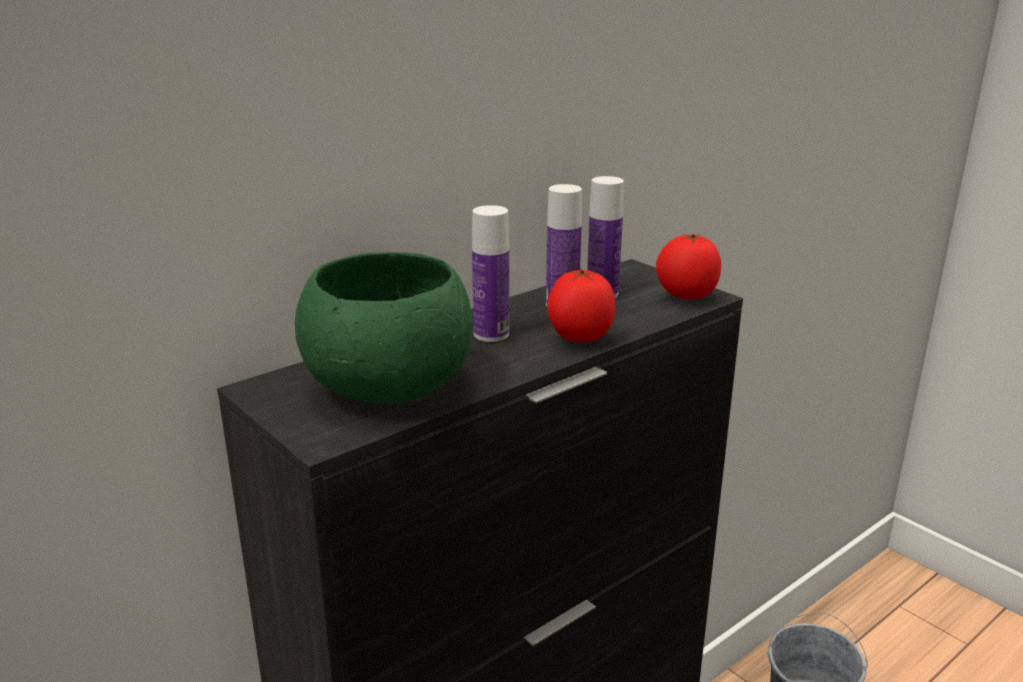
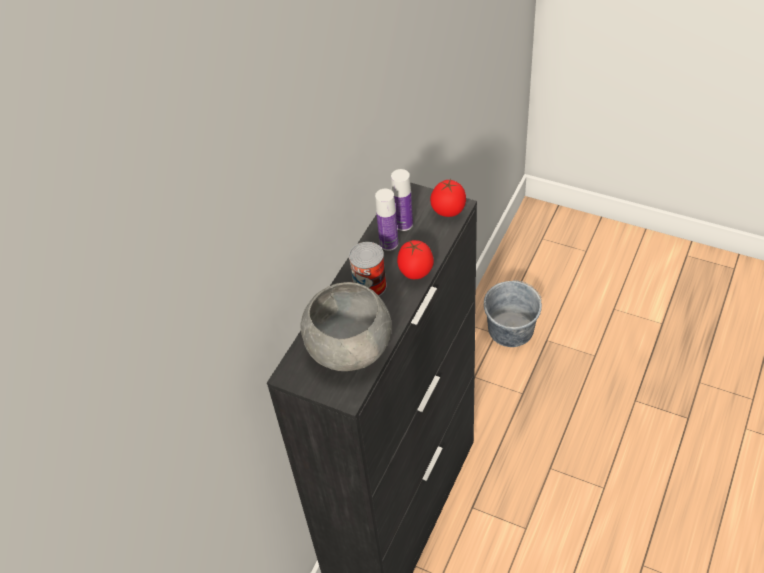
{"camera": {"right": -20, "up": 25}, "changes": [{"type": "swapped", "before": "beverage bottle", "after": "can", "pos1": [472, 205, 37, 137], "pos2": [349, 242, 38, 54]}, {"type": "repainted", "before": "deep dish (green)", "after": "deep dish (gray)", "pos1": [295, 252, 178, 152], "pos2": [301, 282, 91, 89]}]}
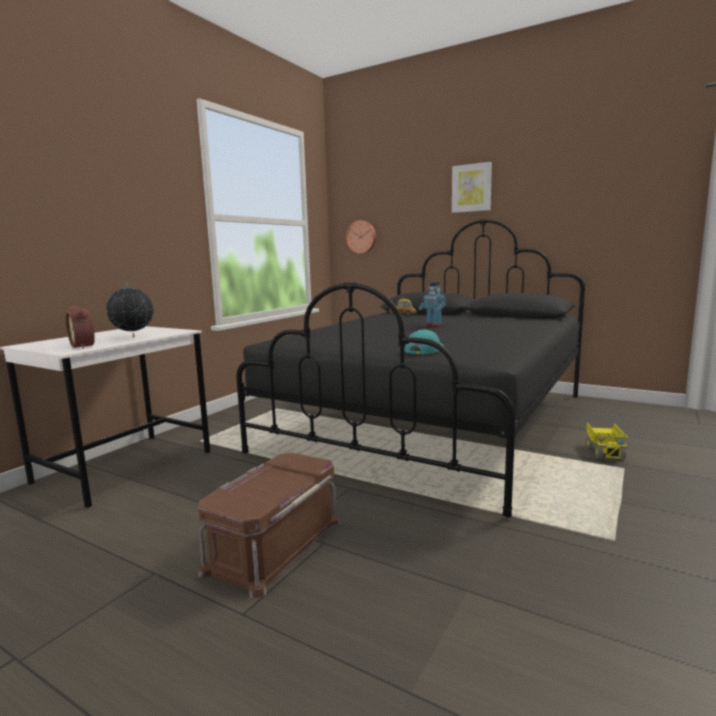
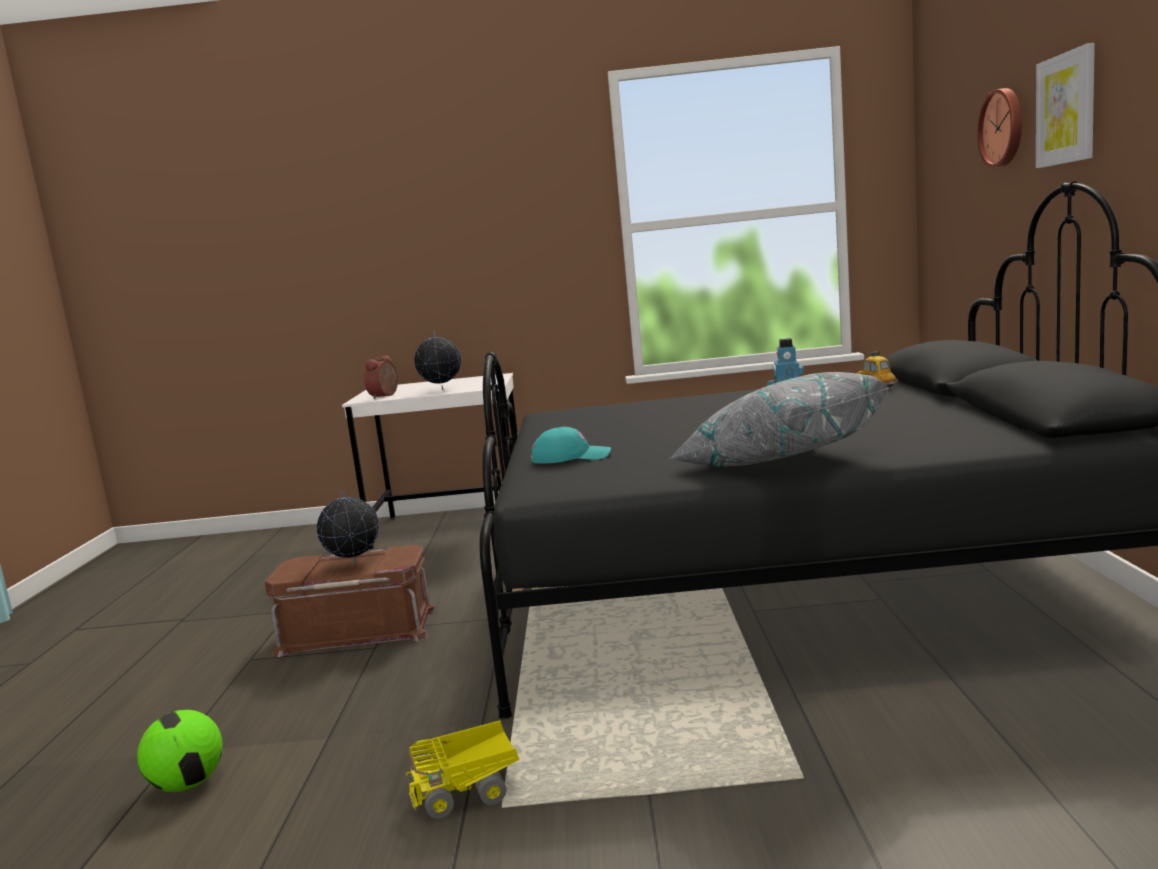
{"camera": {"right": 60, "up": 0}, "changes": [{"type": "shifted", "before": "wall clock", "pos1": [346, 220, 30, 34], "pos2": [977, 88, 45, 80]}, {"type": "shifted", "before": "toy lorry", "pos1": [586, 423, 42, 36], "pos2": [406, 720, 113, 99]}, {"type": "new", "after": "pillow (gray)", "pos2": [669, 372, 221, 94]}, {"type": "new", "after": "globe", "pos2": [316, 490, 63, 74]}, {"type": "new", "after": "football ball", "pos2": [137, 710, 85, 82]}]}
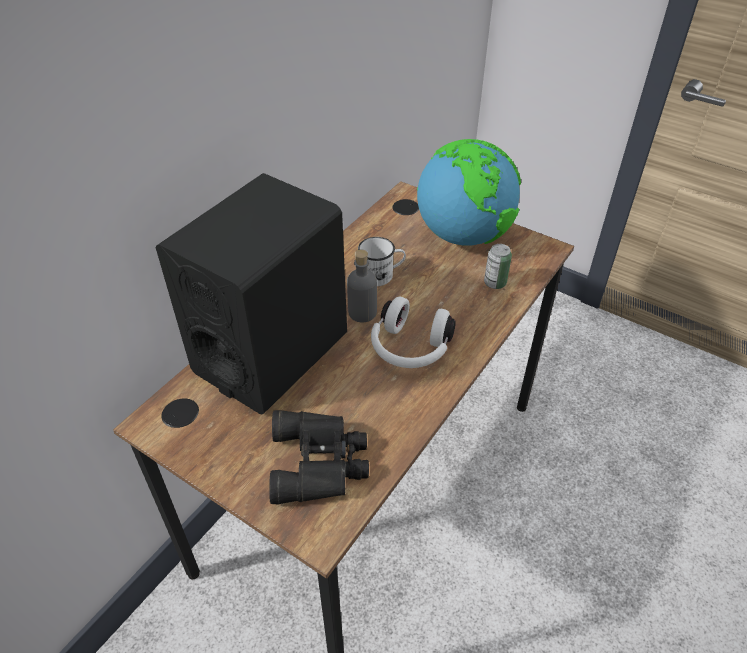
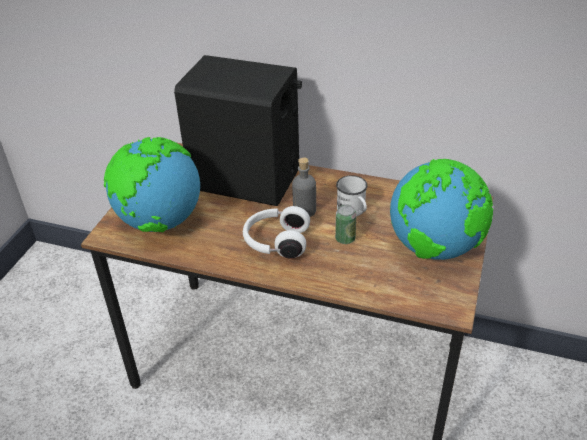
{"camera": {"right": 75, "up": -5}, "changes": [{"type": "shifted", "before": "can", "pos1": [484, 244, 28, 45], "pos2": [335, 204, 22, 40]}, {"type": "swapped", "before": "pair of binoculars (black)", "after": "globe", "pos1": [269, 410, 100, 94], "pos2": [104, 137, 96, 95]}]}
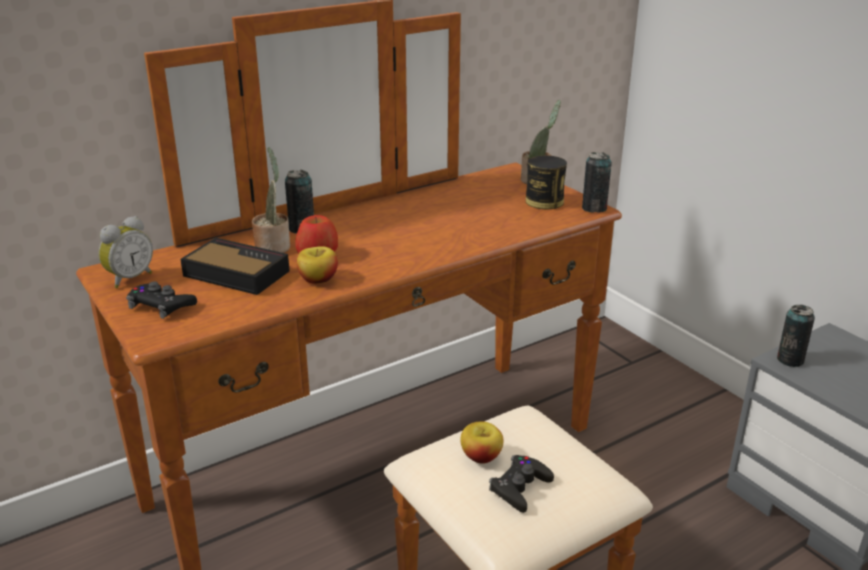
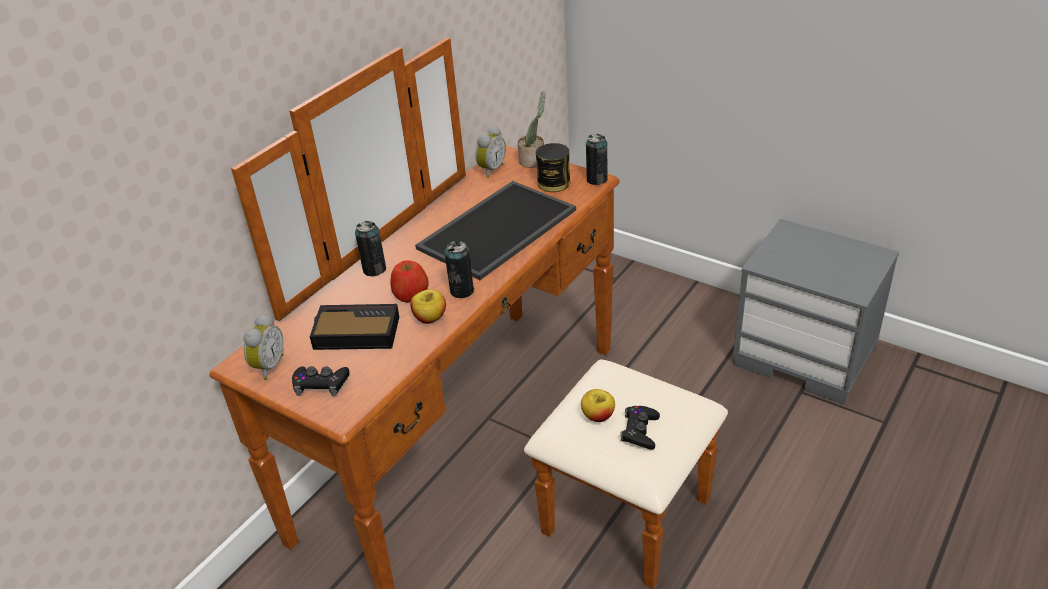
{"camera": {"right": -20, "up": 10}, "changes": [{"type": "gone", "before": "houseplant", "pos1": [252, 147, 38, 106]}, {"type": "shifted", "before": "can", "pos1": [777, 305, 38, 62], "pos2": [445, 241, 29, 57]}, {"type": "new", "after": "alarm clock", "pos2": [475, 126, 31, 52]}, {"type": "new", "after": "carrying tray", "pos2": [415, 181, 161, 99]}]}
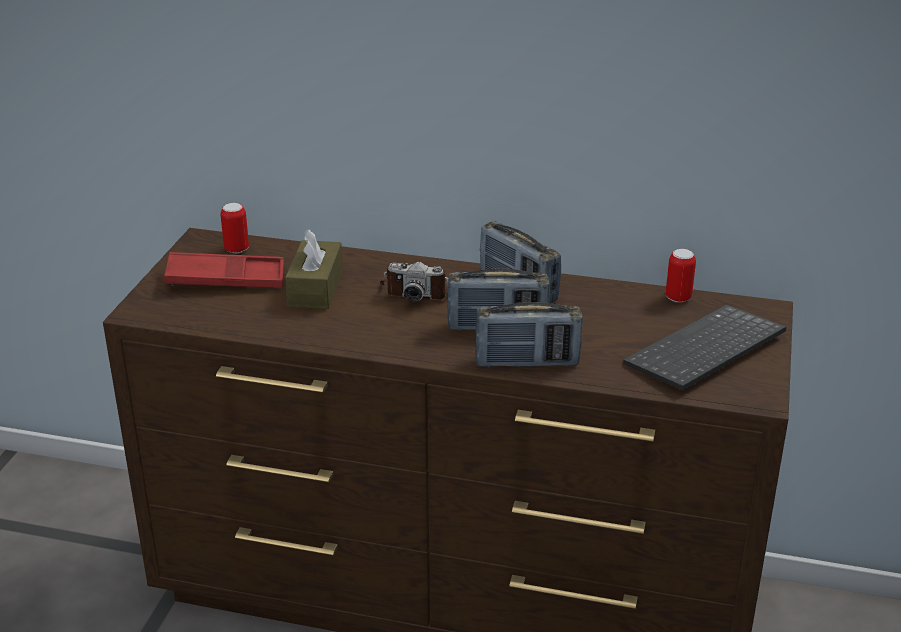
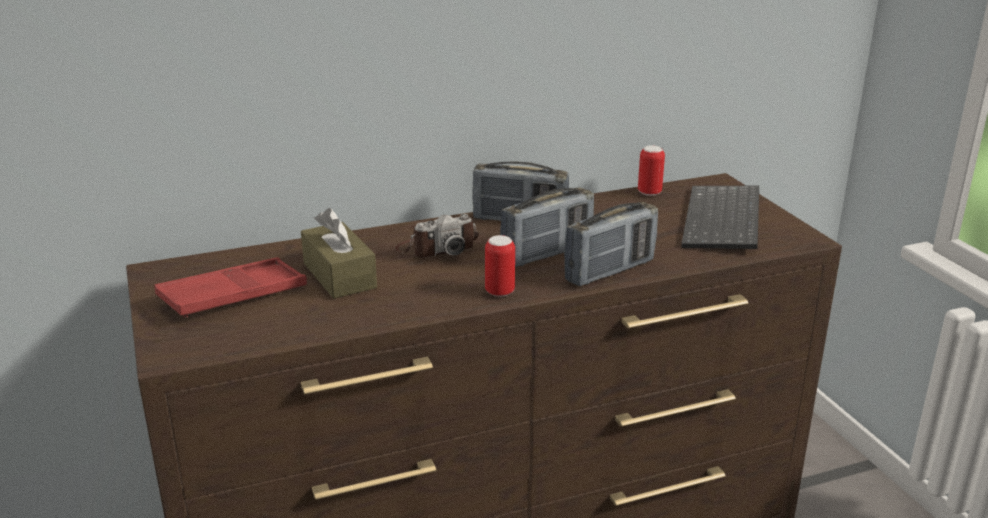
{"camera": {"right": -35, "up": -5}, "changes": [{"type": "shifted", "before": "can", "pos1": [220, 203, 29, 50], "pos2": [485, 235, 30, 62]}]}
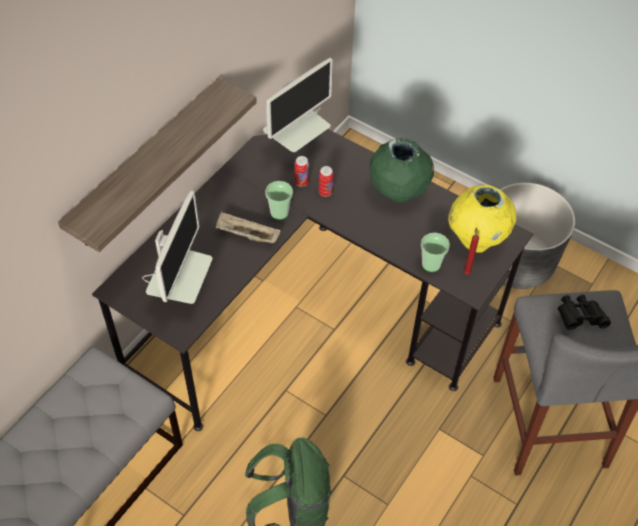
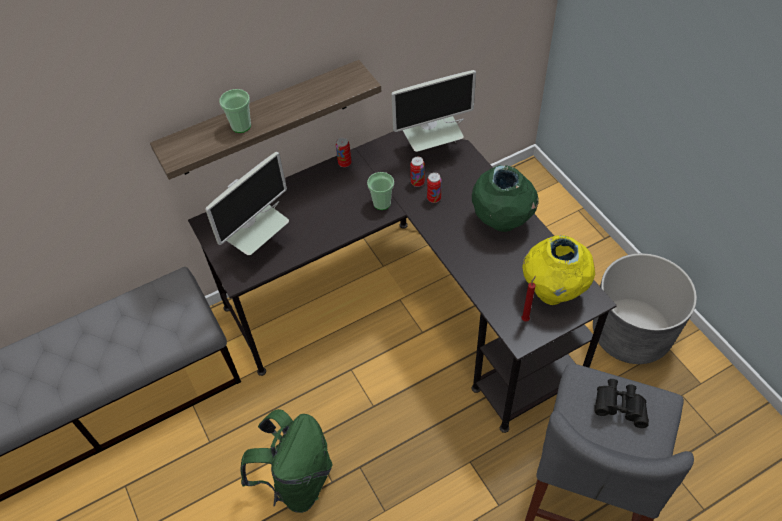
{"camera": {"right": 30, "up": 0}, "changes": [{"type": "gone", "before": "carrying tray (beige)", "pos1": [216, 212, 65, 31]}, {"type": "shifted", "before": "cup", "pos1": [421, 232, 29, 40], "pos2": [219, 89, 32, 44]}, {"type": "new", "after": "can", "pos2": [336, 137, 16, 30]}]}
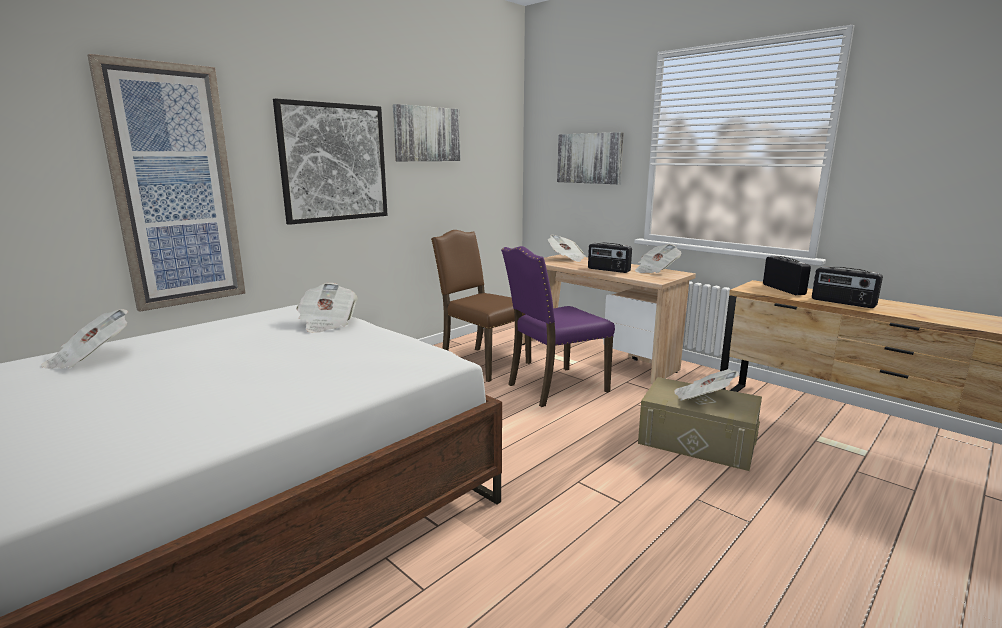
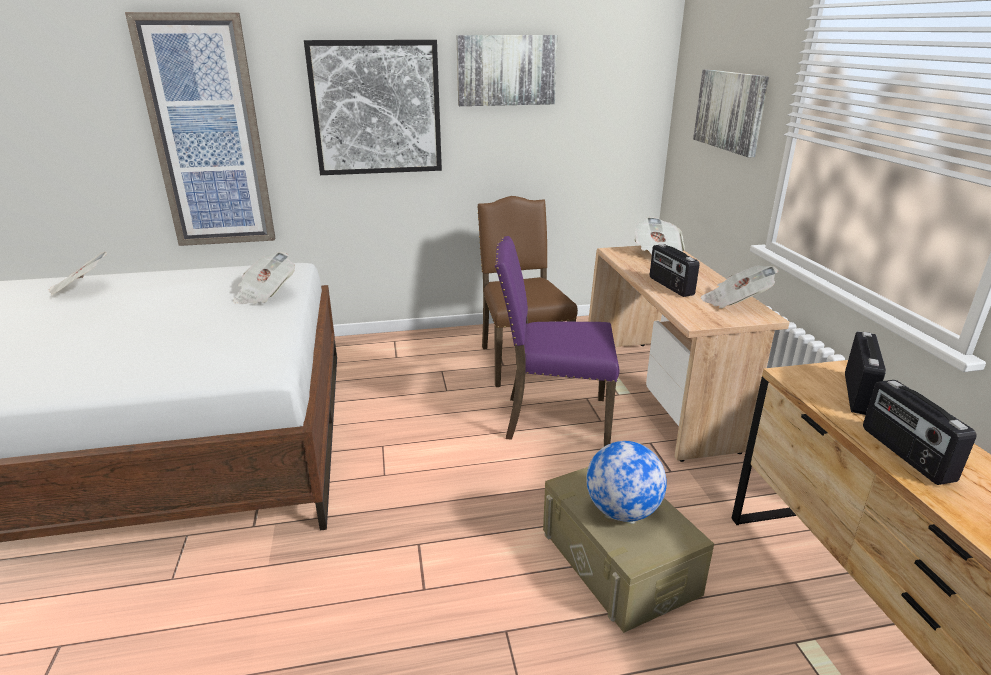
{"camera": {"right": 35, "up": 10}, "changes": [{"type": "swapped", "before": "daily paper", "after": "globe", "pos1": [674, 369, 65, 32], "pos2": [586, 441, 81, 81]}]}
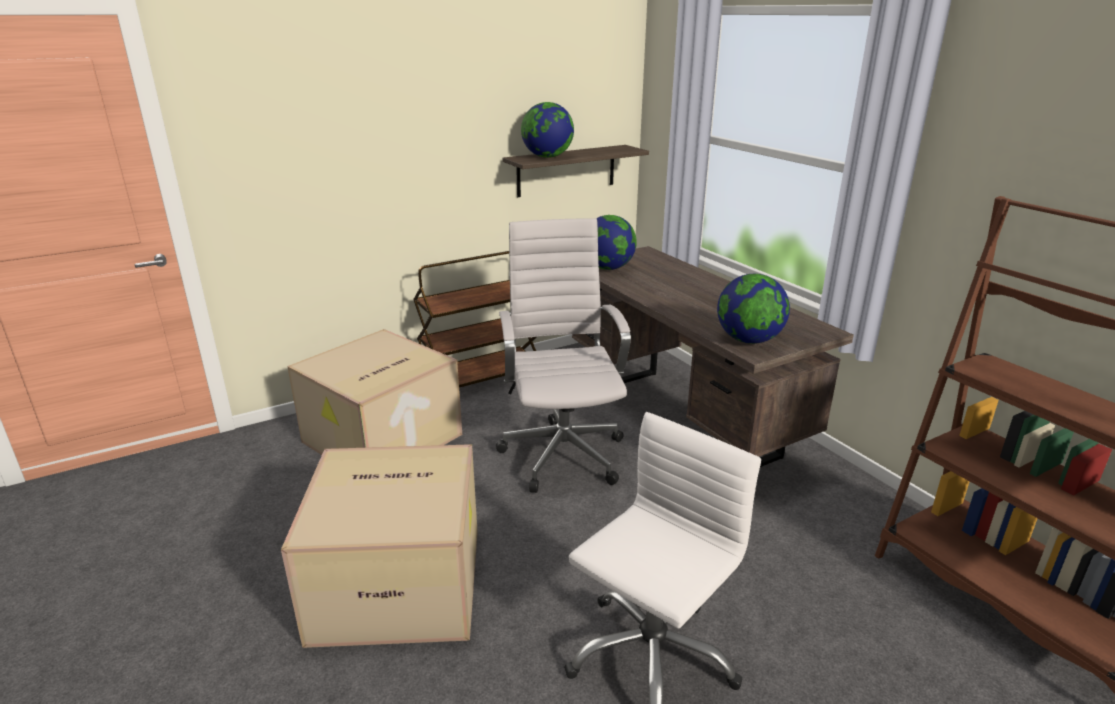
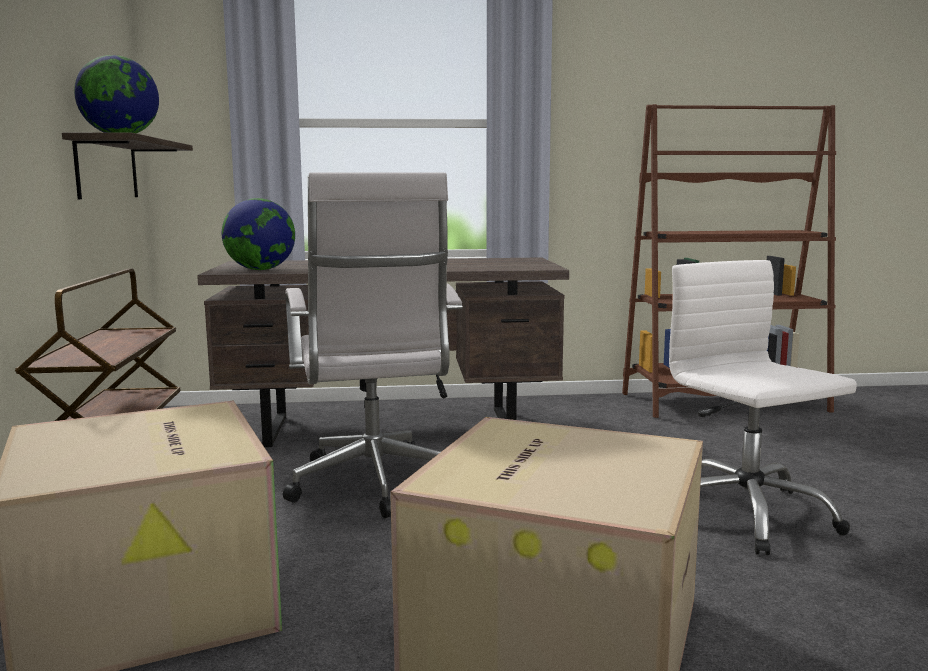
{"camera": {"right": -65, "up": -15}, "changes": [{"type": "rotated", "before": "office chair (white-coloured)", "pos1": [496, 218, 135, 275], "pos2": [283, 172, 180, 346], "turn": -120}, {"type": "gone", "before": "globe", "pos1": [717, 274, 73, 70]}]}
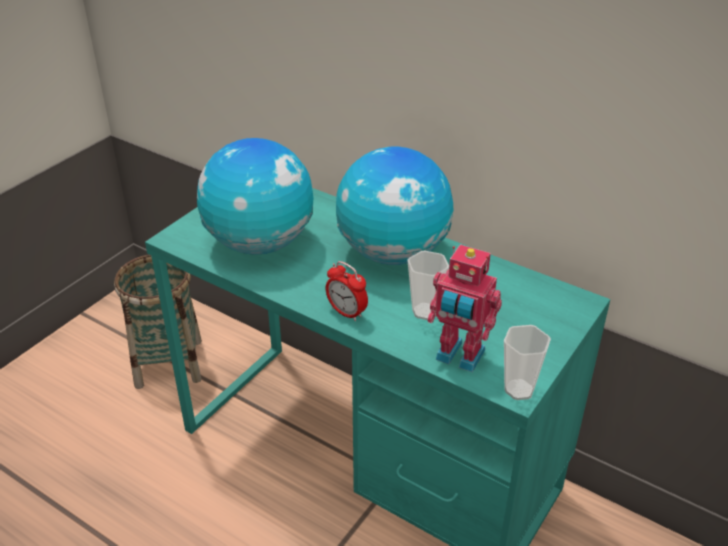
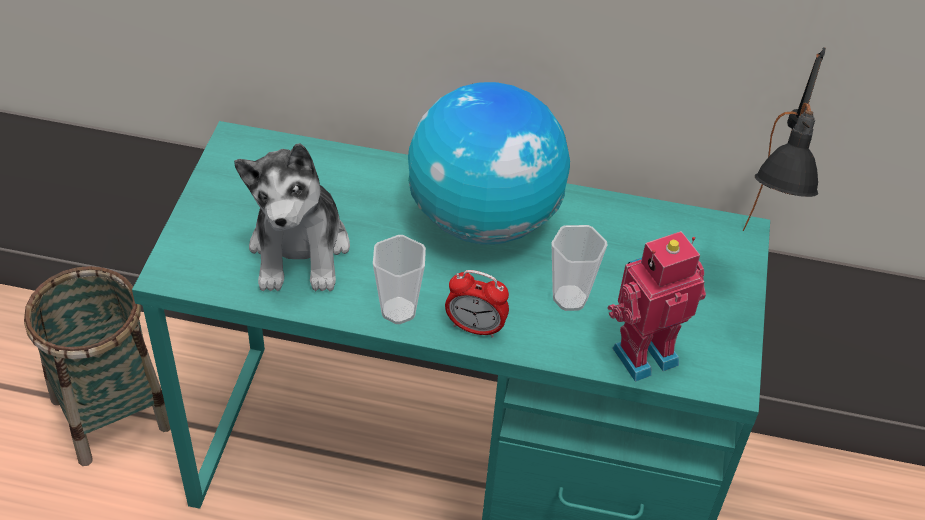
{"camera": {"right": -25, "up": 10}, "changes": [{"type": "swapped", "before": "globe", "after": "plush toy", "pos1": [197, 138, 116, 117], "pos2": [234, 143, 116, 148]}, {"type": "rotated", "before": "toy robot", "pos1": [427, 244, 75, 128], "pos2": [608, 231, 98, 151], "turn": 150}, {"type": "shifted", "before": "cup", "pos1": [504, 325, 47, 75], "pos2": [373, 235, 53, 89]}, {"type": "new", "after": "lamp for a table (black)", "pos2": [743, 47, 83, 184]}]}
